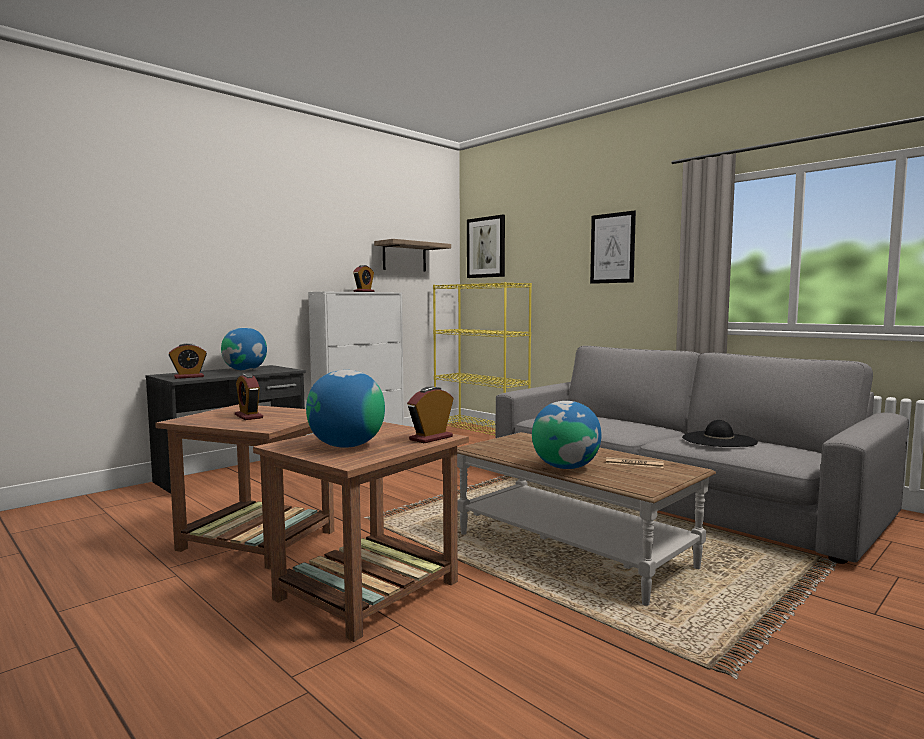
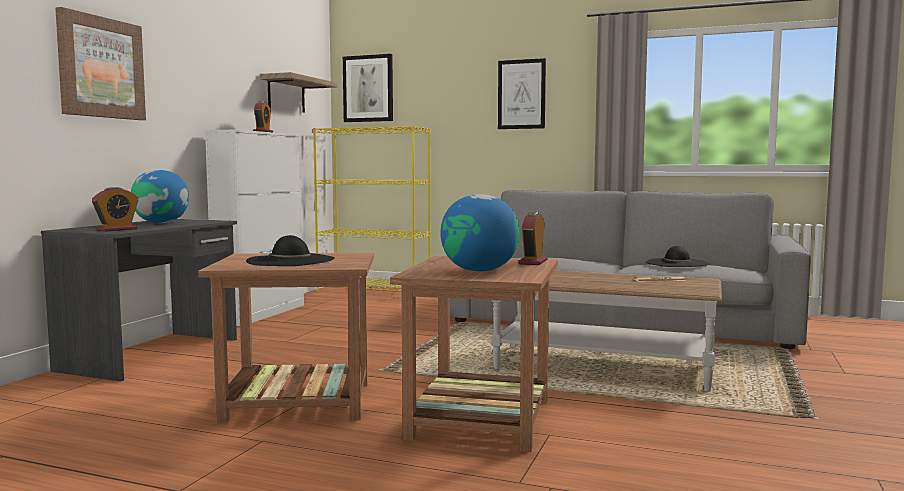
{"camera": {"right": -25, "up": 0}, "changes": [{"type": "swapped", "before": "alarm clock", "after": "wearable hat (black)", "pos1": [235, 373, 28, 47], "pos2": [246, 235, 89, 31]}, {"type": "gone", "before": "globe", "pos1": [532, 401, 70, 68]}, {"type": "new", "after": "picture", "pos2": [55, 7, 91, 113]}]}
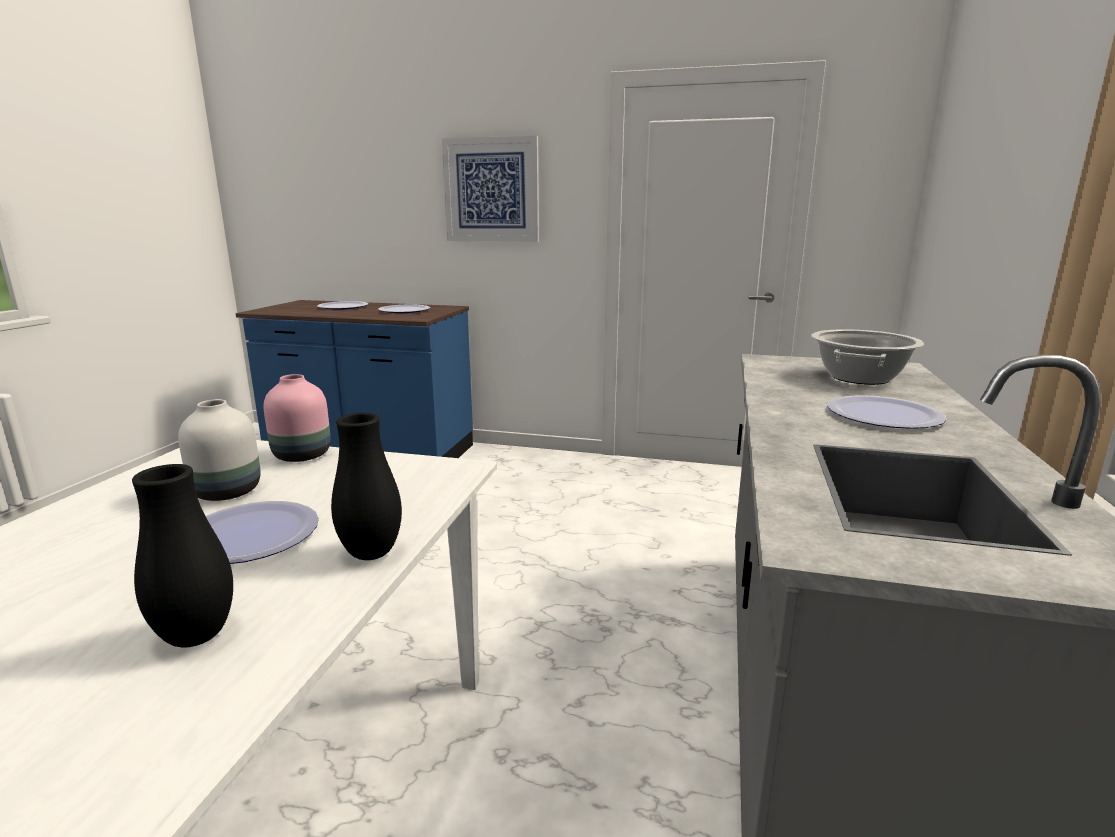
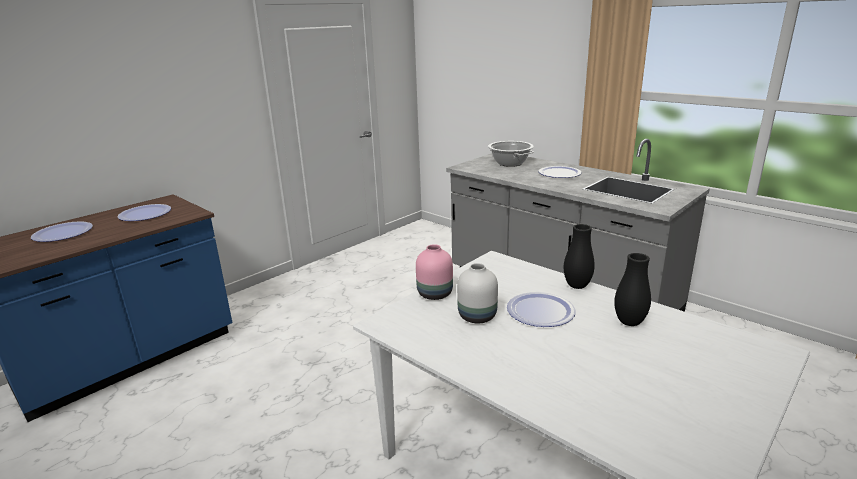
{"camera": {"right": -60, "up": 5}, "changes": [{"type": "gone", "before": "picture", "pos1": [442, 136, 97, 106]}]}
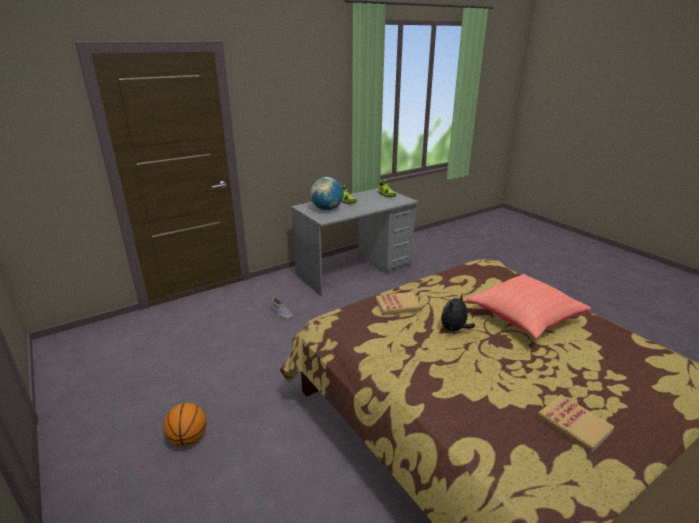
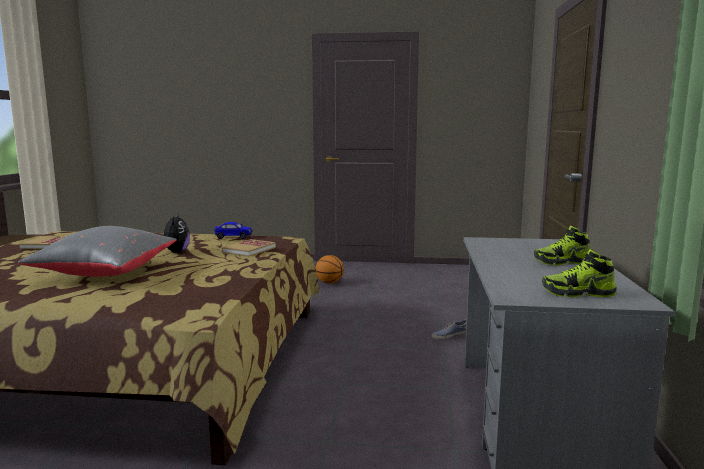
{"camera": {"right": 130, "up": -15}, "changes": [{"type": "gone", "before": "globe", "pos1": [310, 177, 33, 33]}, {"type": "repainted", "before": "pillow (reddish)", "after": "pillow (gray)", "pos1": [466, 274, 125, 65], "pos2": [18, 226, 158, 51]}, {"type": "new", "after": "miniature car", "pos2": [214, 222, 38, 17]}]}
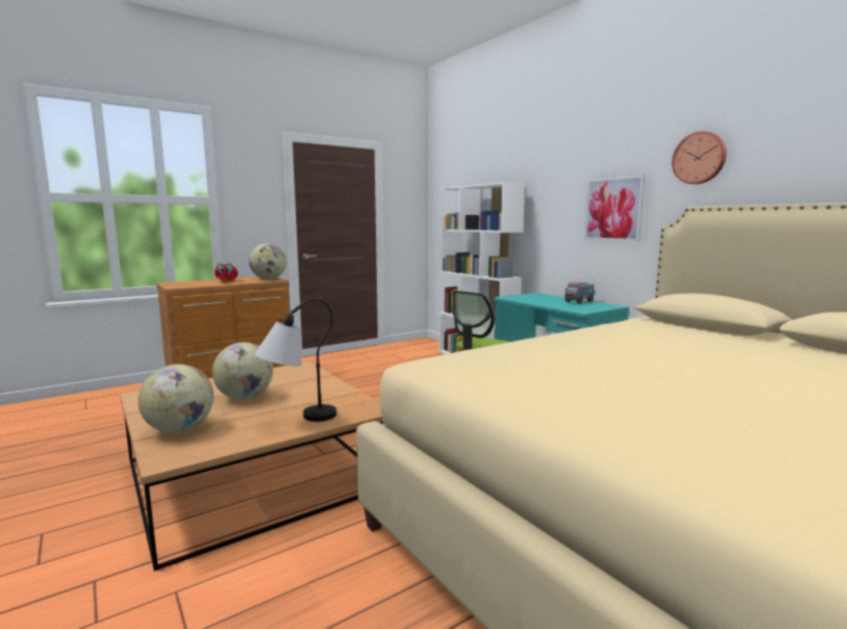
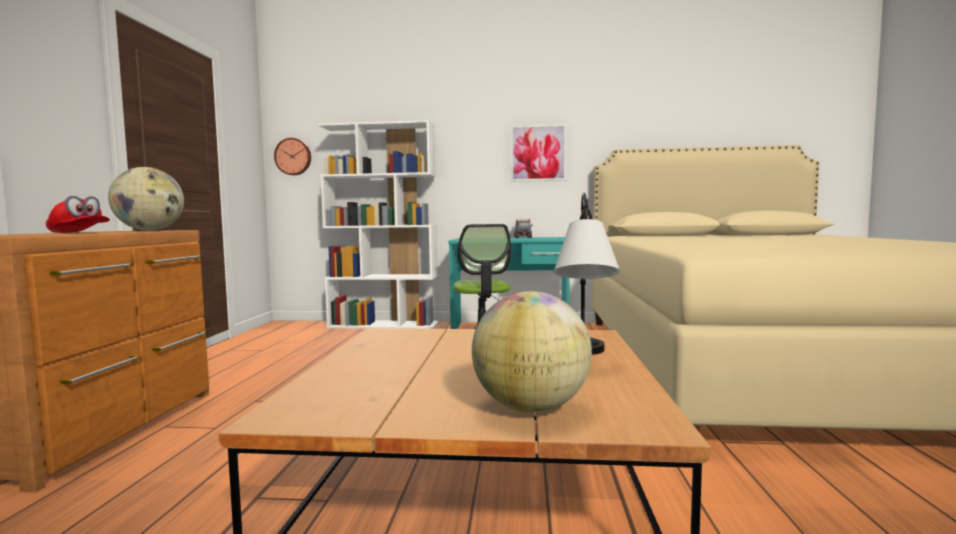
{"camera": {"right": -50, "up": -5}, "changes": [{"type": "shifted", "before": "wall clock", "pos1": [672, 131, 55, 53], "pos2": [274, 138, 37, 37]}, {"type": "gone", "before": "globe", "pos1": [212, 342, 61, 58]}]}
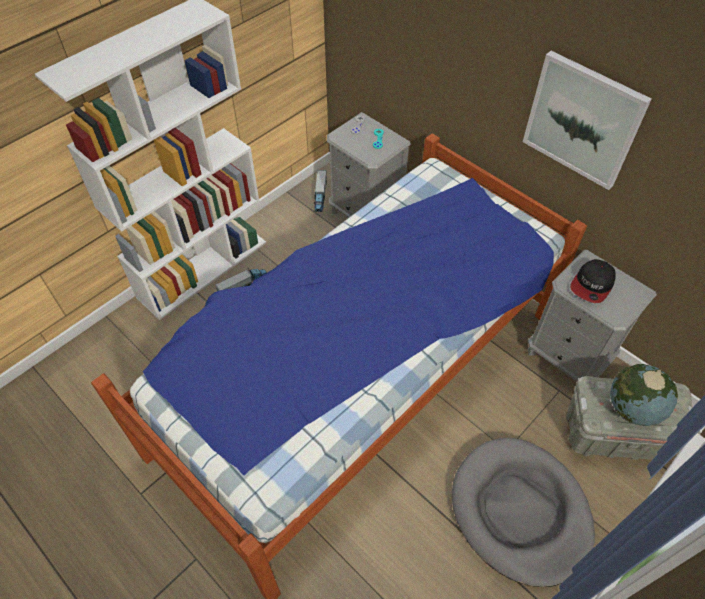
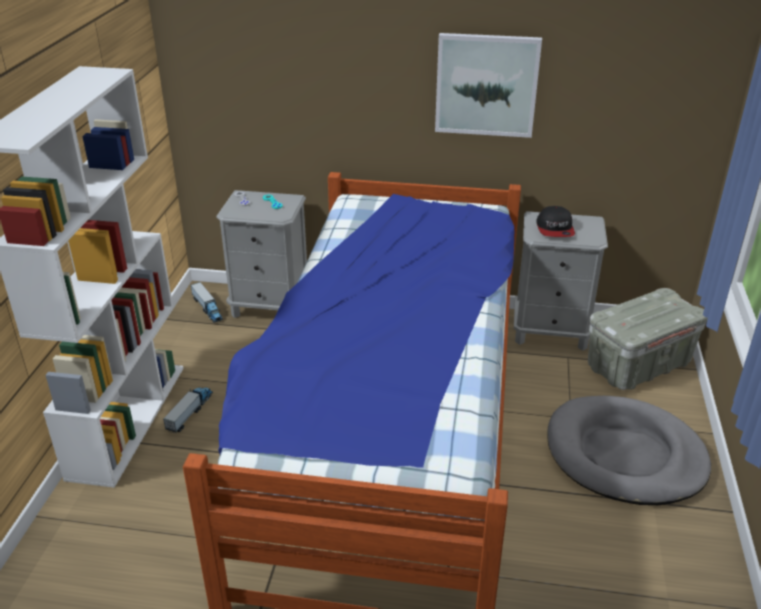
{"camera": {"right": -35, "up": -20}, "changes": [{"type": "gone", "before": "globe", "pos1": [610, 364, 68, 62]}]}
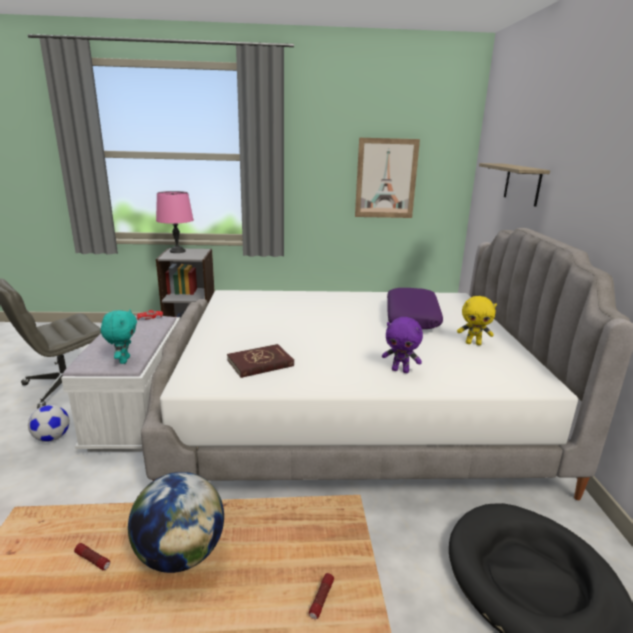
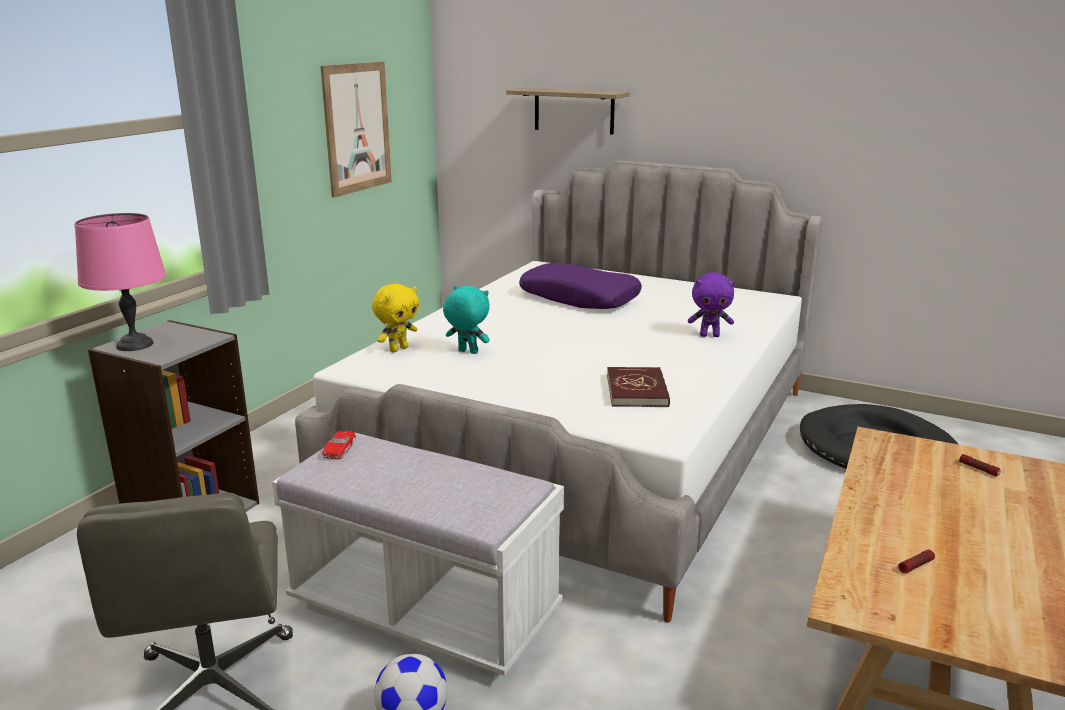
{"camera": {"right": -60, "up": 0}, "changes": [{"type": "shifted", "before": "plush toy (yellowish)", "pos1": [457, 296, 40, 49], "pos2": [372, 284, 47, 69]}, {"type": "shifted", "before": "plush toy (blue-green)", "pos1": [101, 309, 36, 55], "pos2": [443, 286, 47, 68]}, {"type": "rotated", "before": "plush toy (purple-coloured)", "pos1": [382, 317, 41, 56], "pos2": [688, 272, 47, 65], "turn": 45}, {"type": "gone", "before": "globe", "pos1": [128, 472, 96, 101]}]}
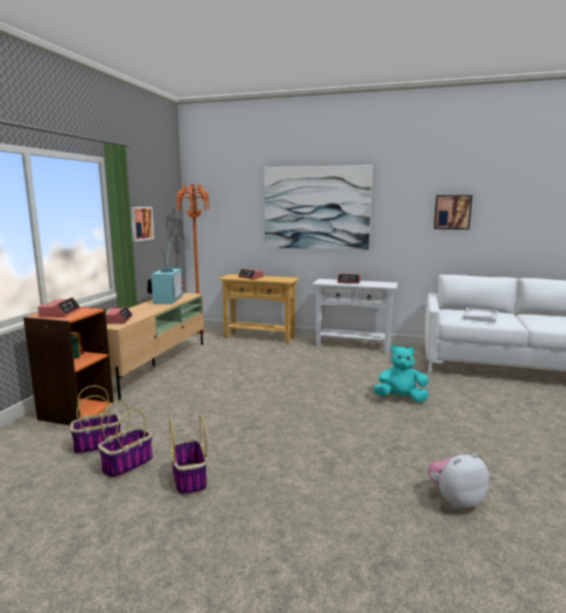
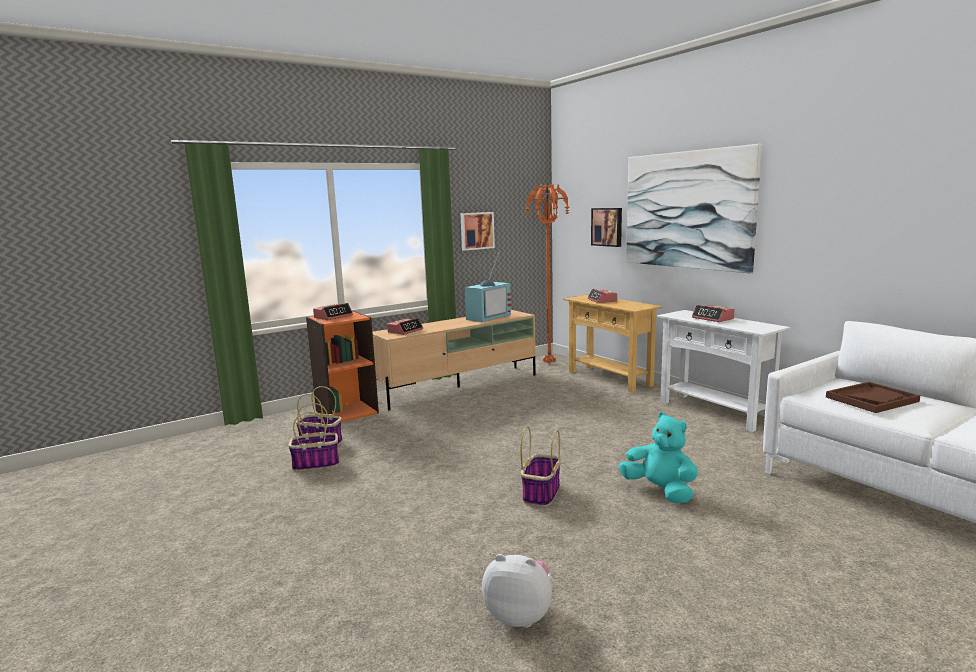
{"camera": {"right": 40, "up": 0}, "changes": [{"type": "shifted", "before": "picture", "pos1": [434, 195, 38, 35], "pos2": [591, 208, 31, 39]}, {"type": "repainted", "before": "carrying tray (white-coloured)", "after": "carrying tray (brown-coloured)", "pos1": [463, 308, 35, 15], "pos2": [826, 382, 94, 31]}, {"type": "shifted", "before": "household basket", "pos1": [169, 415, 38, 81], "pos2": [520, 426, 40, 81]}]}
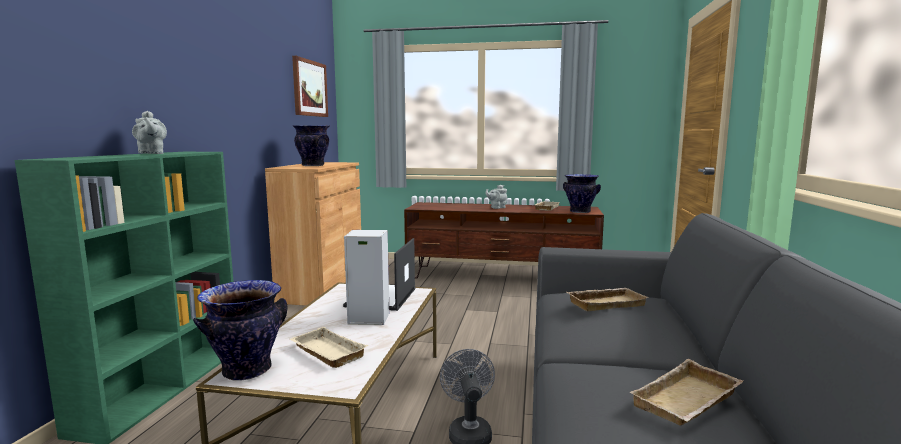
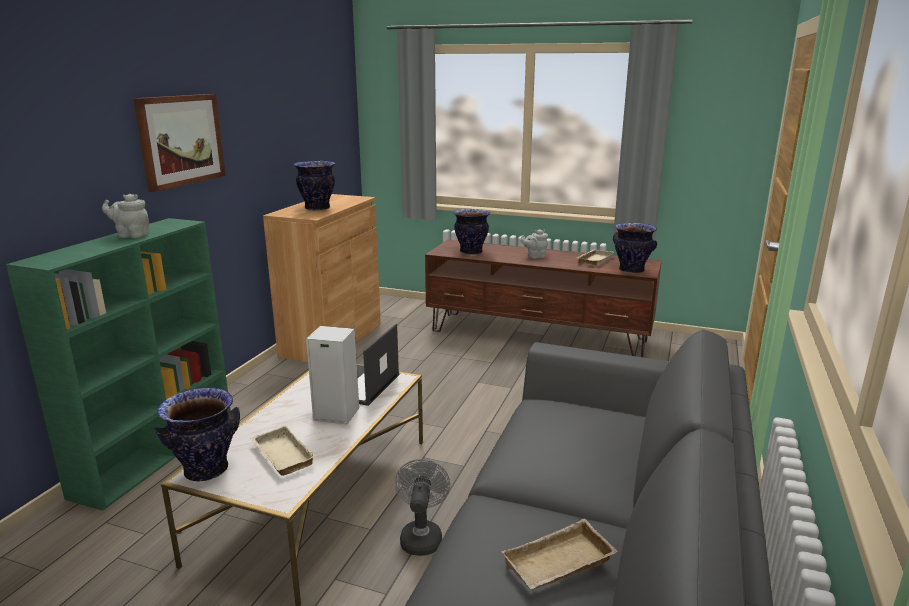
{"camera": {"right": 10, "up": 10}, "changes": [{"type": "shifted", "before": "picture", "pos1": [292, 56, 36, 61], "pos2": [133, 94, 93, 98]}, {"type": "rotated", "before": "tea pot (gray)", "pos1": [132, 111, 35, 43], "pos2": [102, 194, 47, 44], "turn": 120}, {"type": "gone", "before": "carrying tray (beige)", "pos1": [567, 288, 82, 23]}, {"type": "new", "after": "flower vase", "pos2": [453, 209, 37, 46]}]}
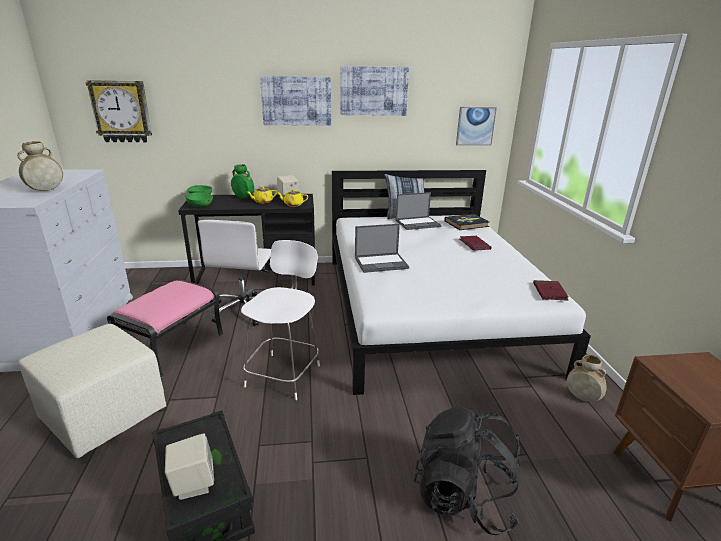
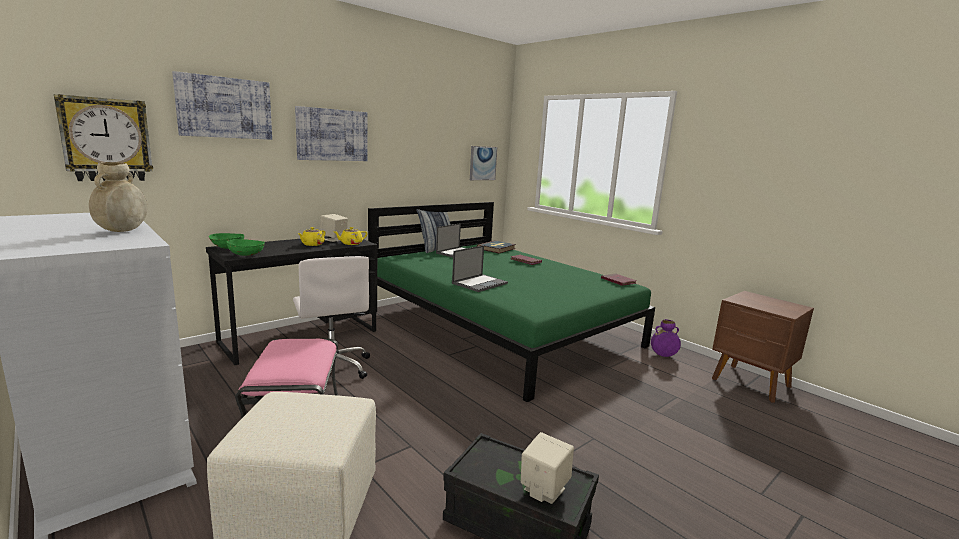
{"camera": {"right": -35, "up": -10}, "changes": [{"type": "shifted", "before": "picture", "pos1": [340, 66, 69, 50], "pos2": [172, 71, 100, 69]}, {"type": "gone", "before": "flower vase (green)", "pos1": [231, 164, 23, 34]}, {"type": "repainted", "before": "sleeping bed (white-coloured)", "after": "sleeping bed (green)", "pos1": [332, 170, 259, 225], "pos2": [368, 202, 287, 200]}, {"type": "gone", "before": "chair (white-coloured)", "pos1": [241, 240, 79, 160]}, {"type": "repainted", "before": "flower vase (beige)", "after": "flower vase (purple-coloured)", "pos1": [567, 355, 40, 47], "pos2": [651, 319, 30, 38]}, {"type": "gone", "before": "backpack (black)", "pos1": [414, 406, 106, 129]}]}
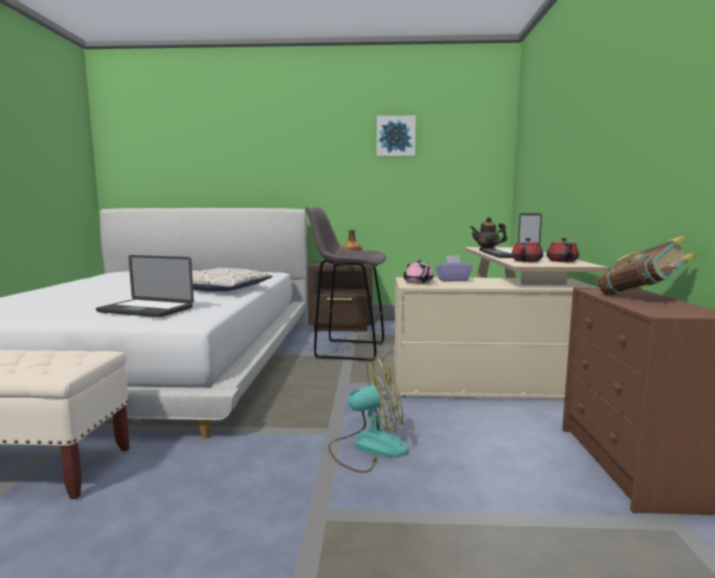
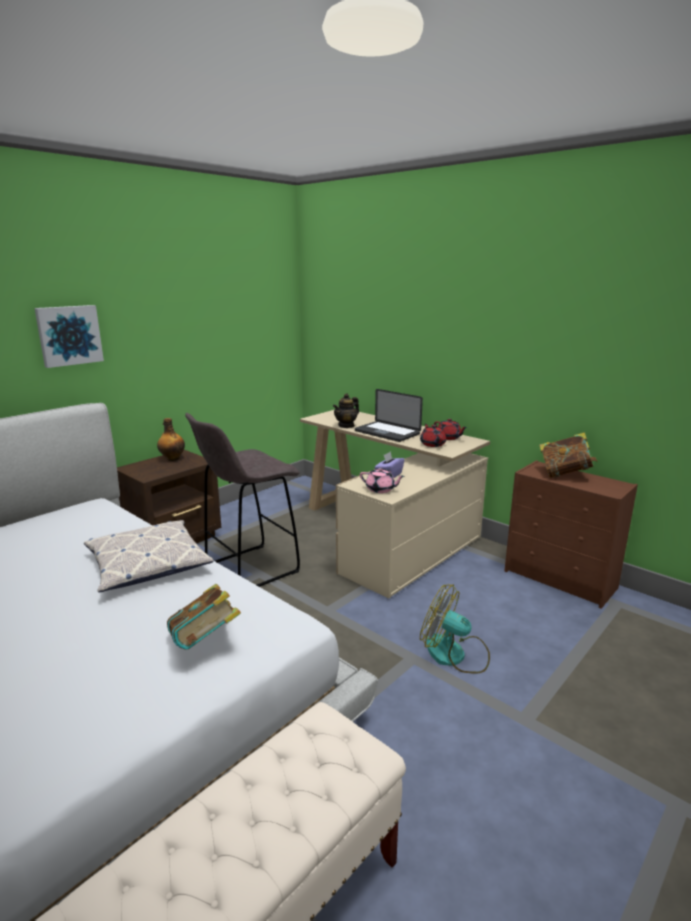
{"camera": {"right": -50, "up": 10}, "changes": [{"type": "shifted", "before": "picture", "pos1": [377, 116, 39, 41], "pos2": [34, 305, 70, 63]}, {"type": "swapped", "before": "portable computer", "after": "bound book", "pos1": [96, 255, 98, 62], "pos2": [167, 584, 74, 66]}, {"type": "rotated", "before": "cooling fan", "pos1": [328, 357, 81, 116], "pos2": [420, 585, 70, 88], "turn": -90}]}
